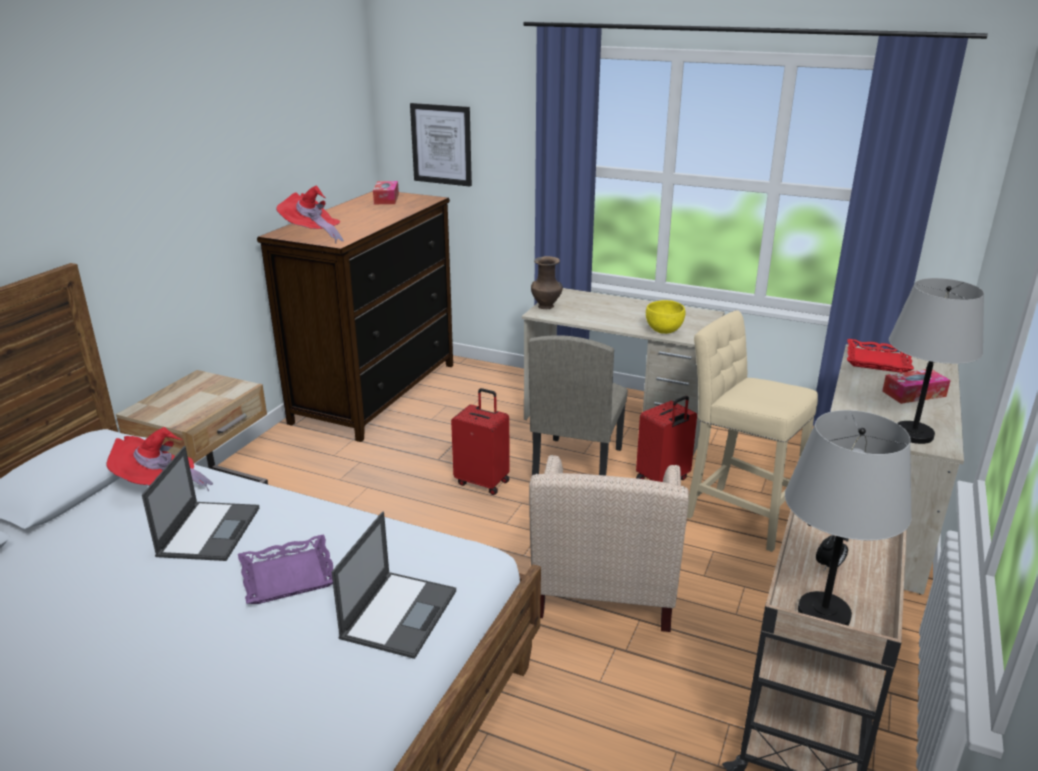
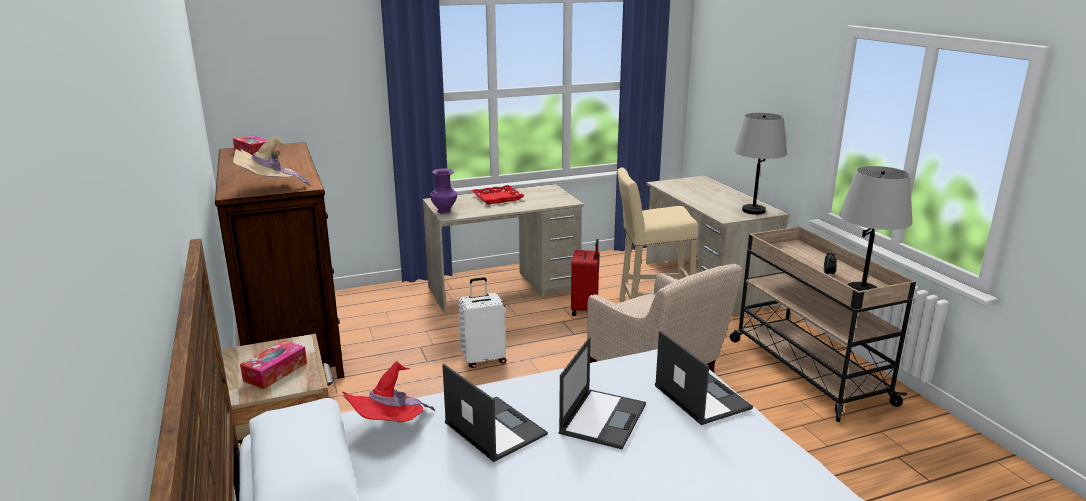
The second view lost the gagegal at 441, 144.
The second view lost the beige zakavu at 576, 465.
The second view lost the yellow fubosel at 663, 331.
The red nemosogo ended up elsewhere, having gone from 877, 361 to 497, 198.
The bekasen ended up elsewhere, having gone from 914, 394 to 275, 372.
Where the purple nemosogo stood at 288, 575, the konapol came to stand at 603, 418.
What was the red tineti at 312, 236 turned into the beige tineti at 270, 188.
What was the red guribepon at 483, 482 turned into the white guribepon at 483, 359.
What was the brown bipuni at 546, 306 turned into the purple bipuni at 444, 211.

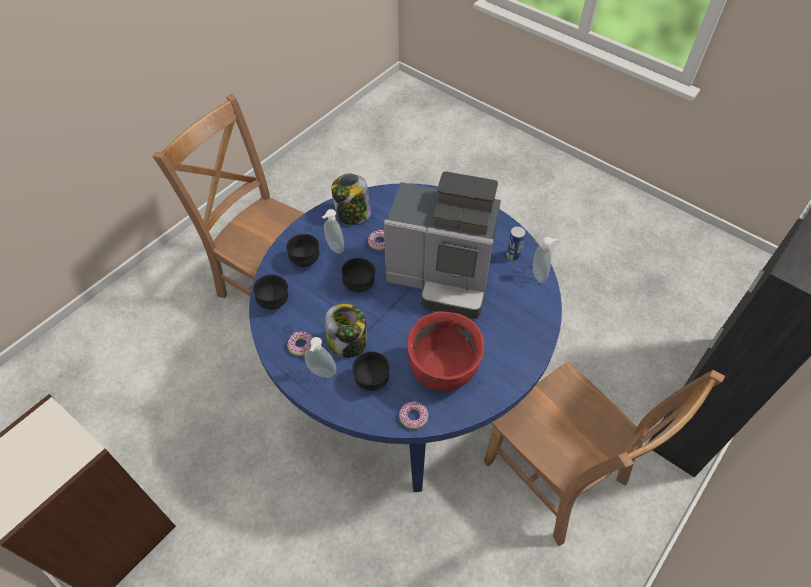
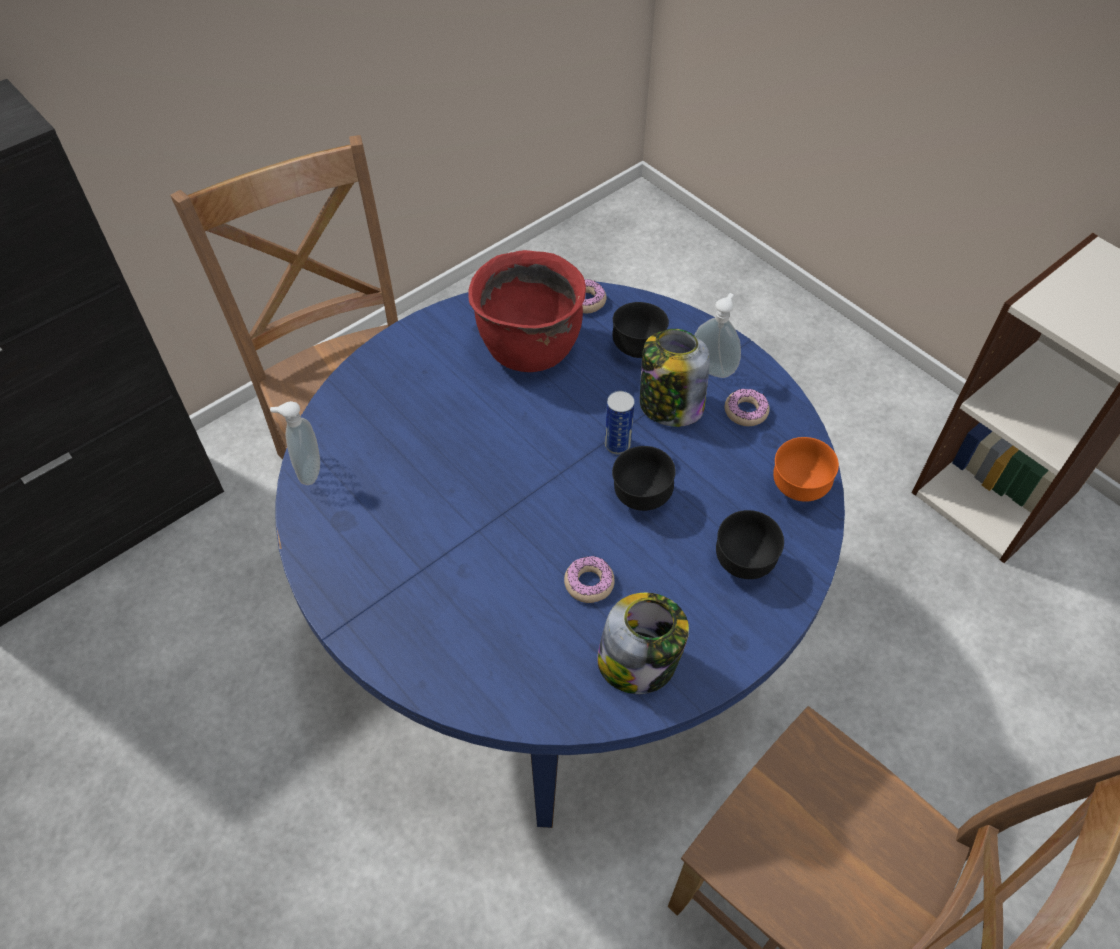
The second view lost the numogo at 334, 248.
The second view lost the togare at 442, 278.
The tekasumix ended up elsewhere, having gone from 513, 256 to 617, 445.
What was the black fubosel at 274, 302 turned into the orange fubosel at 797, 489.

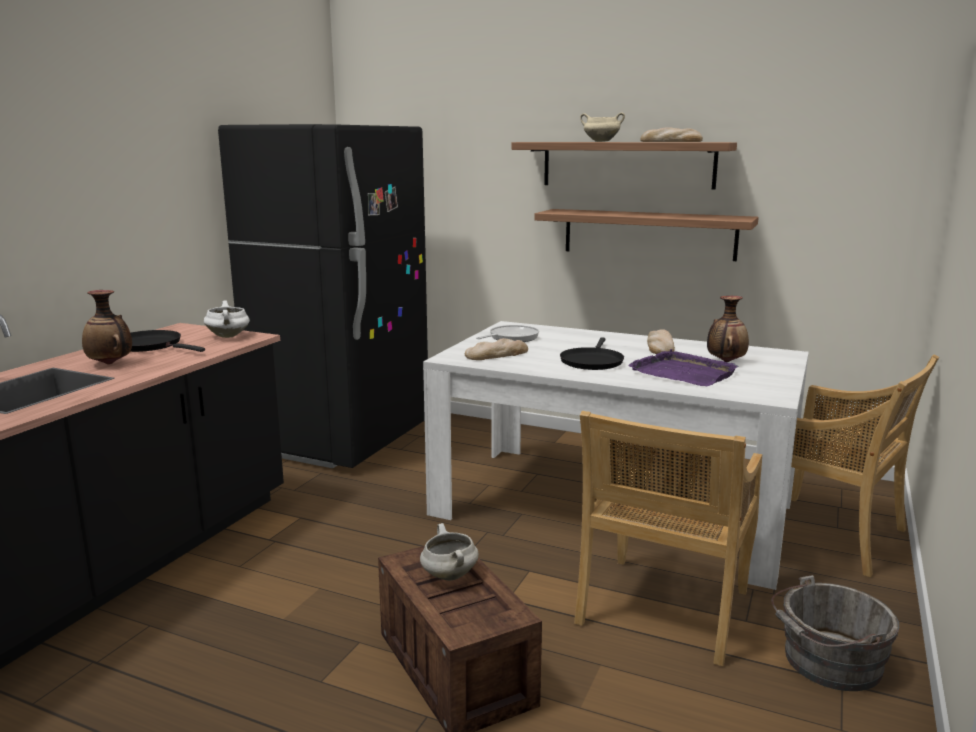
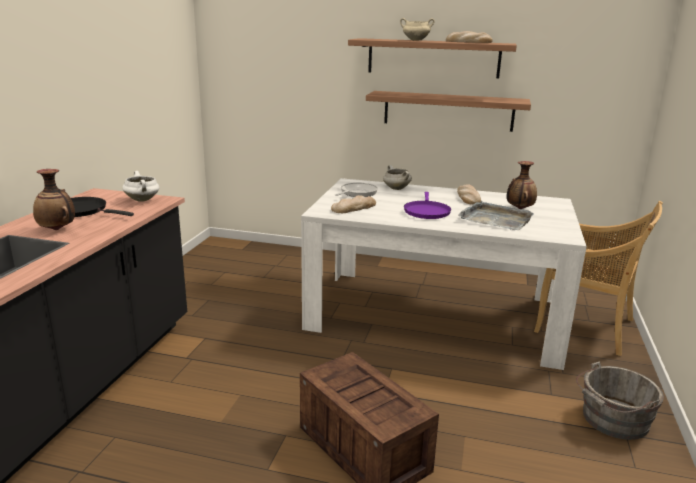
The second view lost the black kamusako at 343, 439.
The second view lost the beige zakavu at 663, 610.
The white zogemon ended up elsewhere, having gone from 448, 575 to 396, 188.
What was the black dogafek at 591, 361 turned into the purple dogafek at 426, 212.
What was the purple nemosogo at 683, 373 turned into the grey nemosogo at 495, 219.

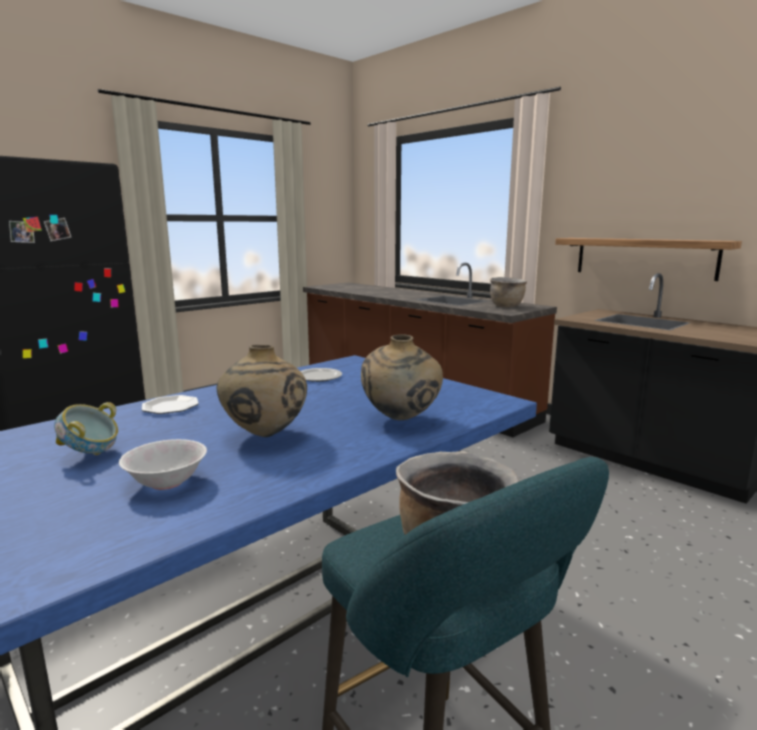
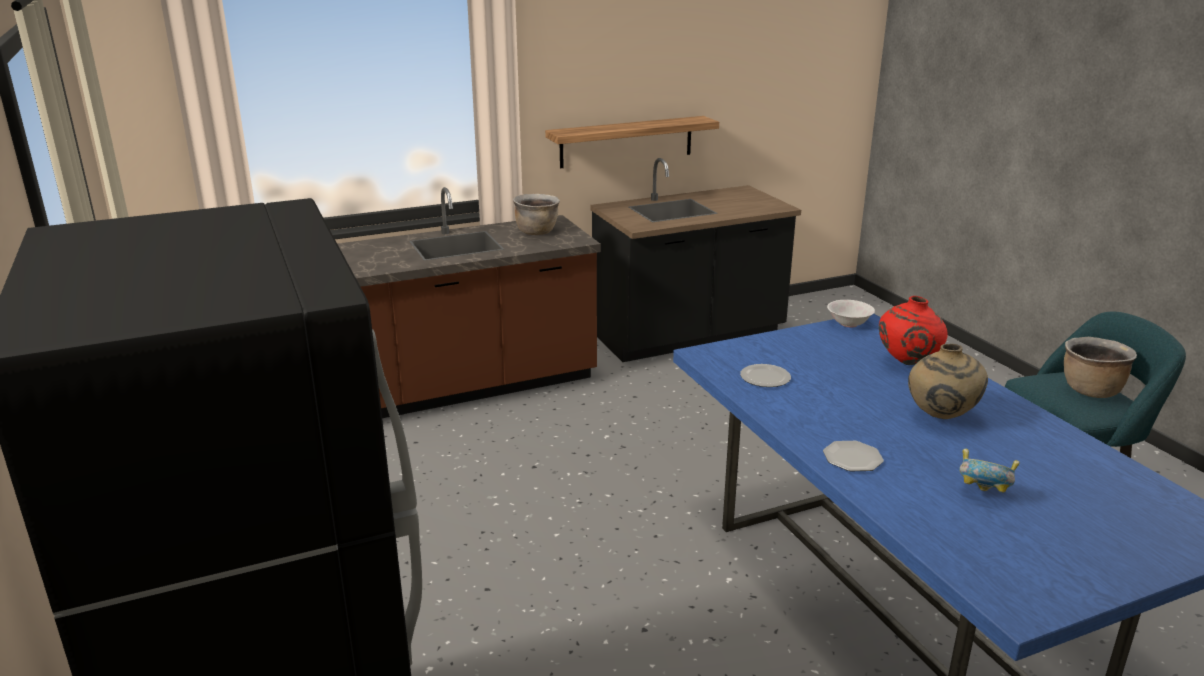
The white fubosel ended up elsewhere, having gone from 166, 483 to 849, 324.
What was the beige bipuni at 401, 419 turned into the red bipuni at 907, 363.

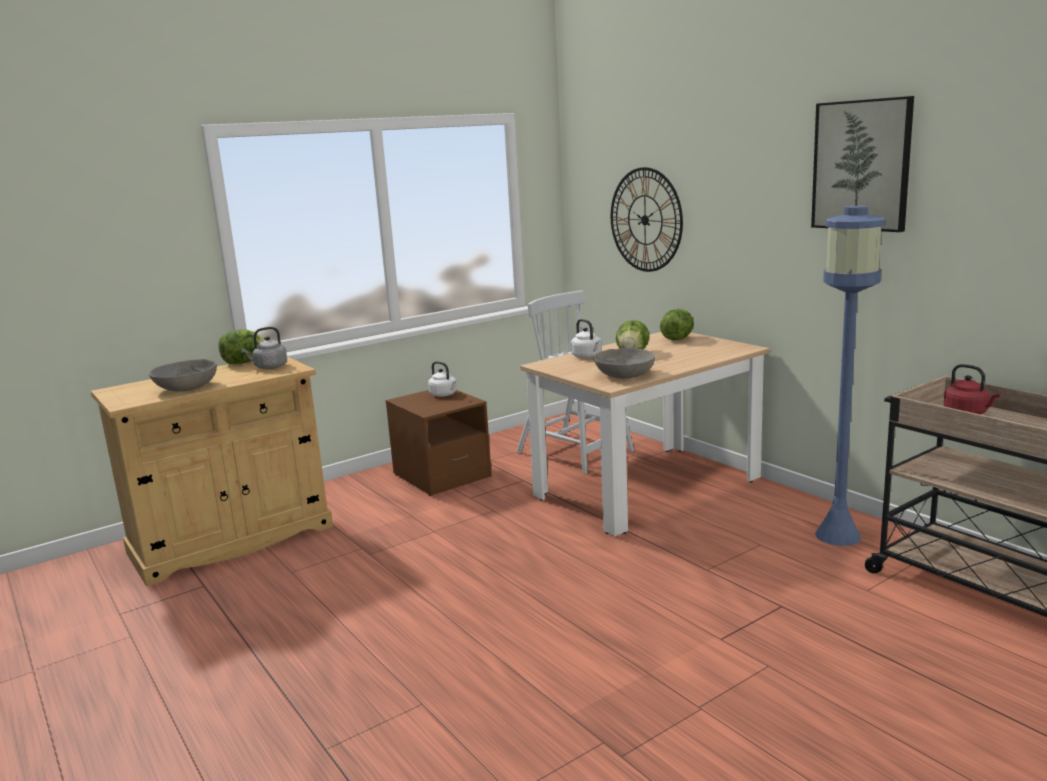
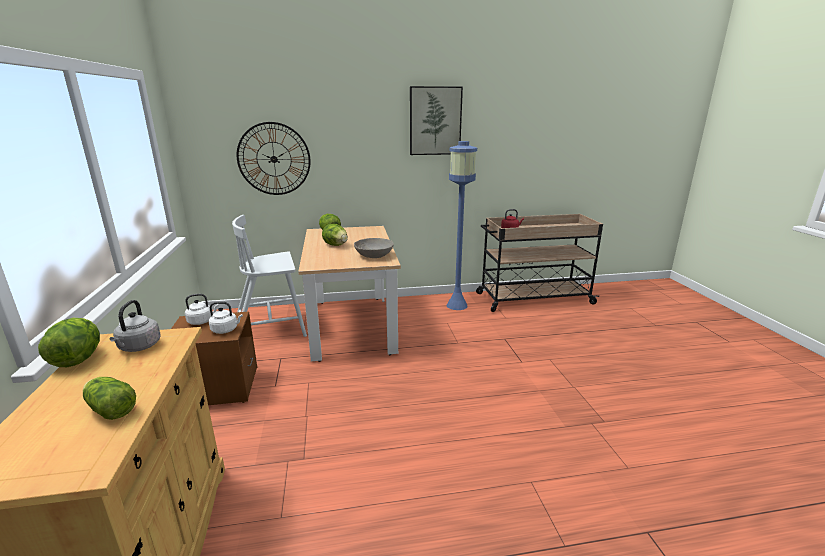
The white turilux ended up elsewhere, having gone from 587, 356 to 226, 330.
Where the grey fubosel stood at 186, 387, the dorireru came to stand at 110, 408.

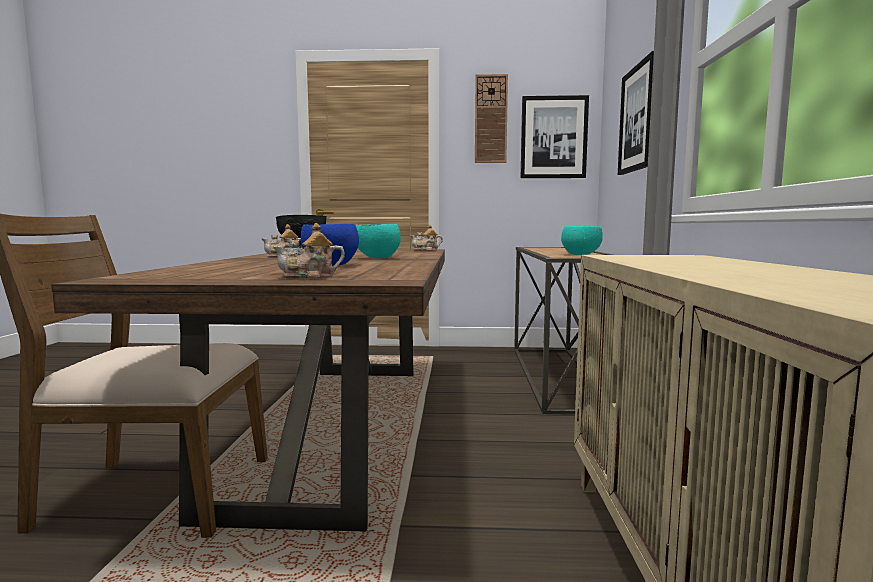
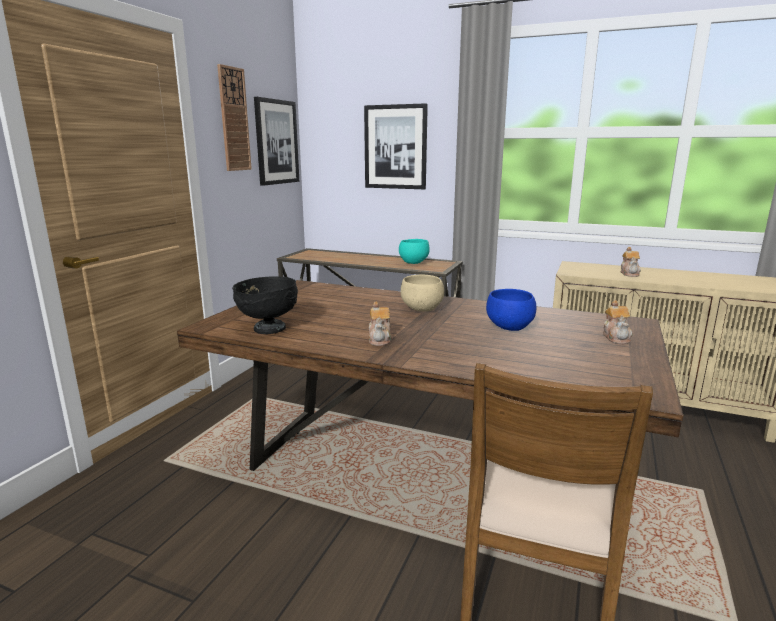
The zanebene ended up elsewhere, having gone from 426, 250 to 630, 273.
What was the turquoise fubosel at 378, 258 turned into the beige fubosel at 423, 309.

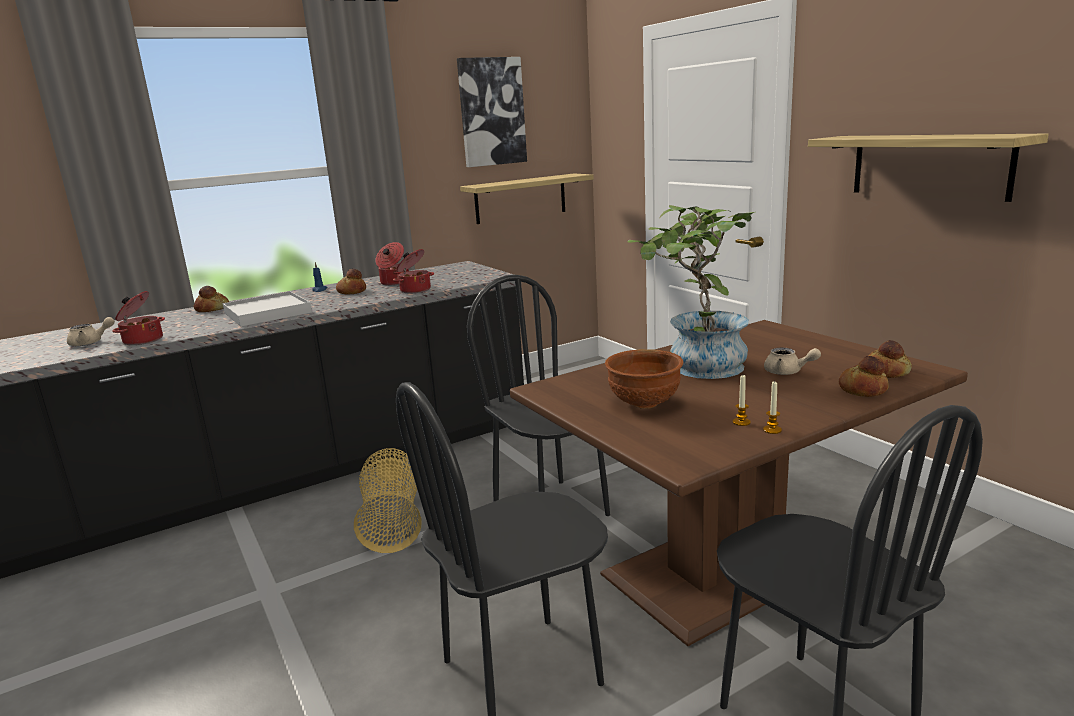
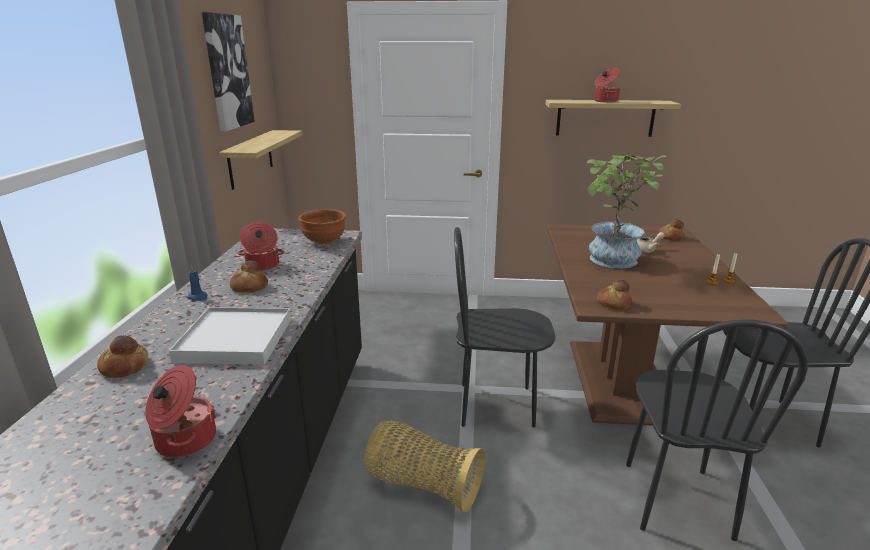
The second view lost the beige zanebene at 90, 343.
The zogemon ended up elsewhere, having gone from 415, 290 to 605, 101.
The brown fubosel ended up elsewhere, having gone from 643, 404 to 324, 242.
The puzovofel ended up elsewhere, having gone from 862, 389 to 613, 303.

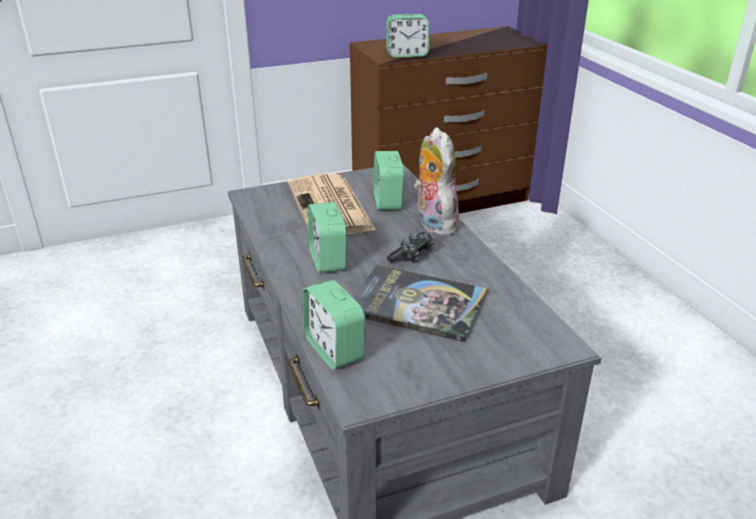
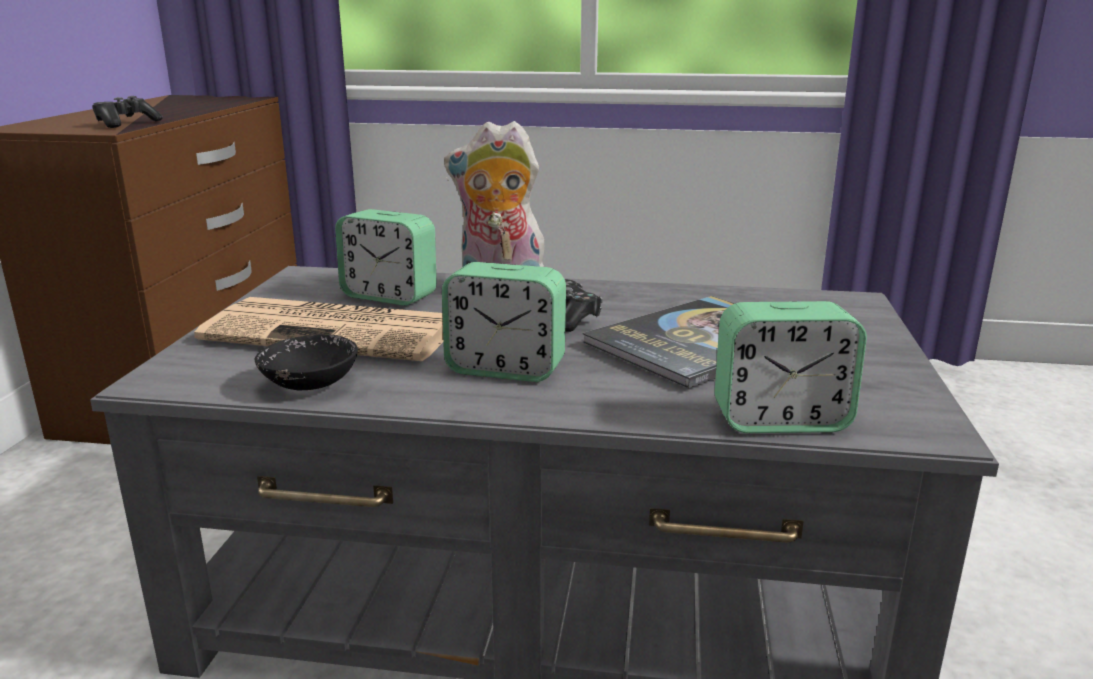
The second view gained the black fubosel at 310, 384.
Where the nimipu stood at 407, 54, the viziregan came to stand at 126, 123.

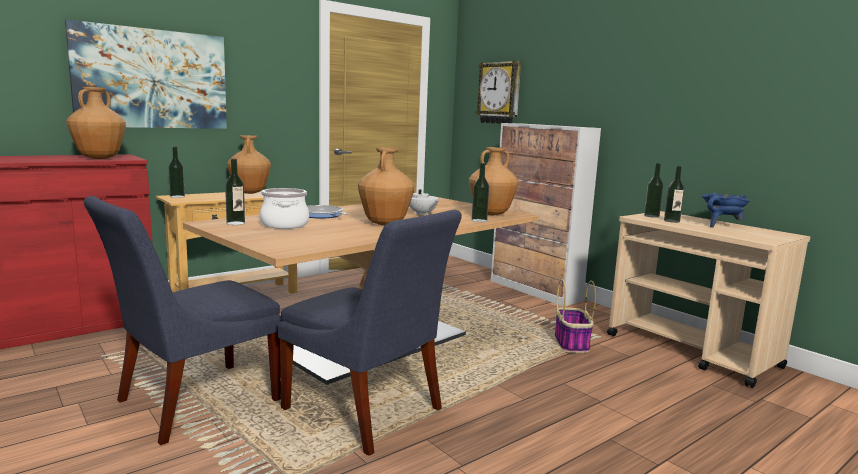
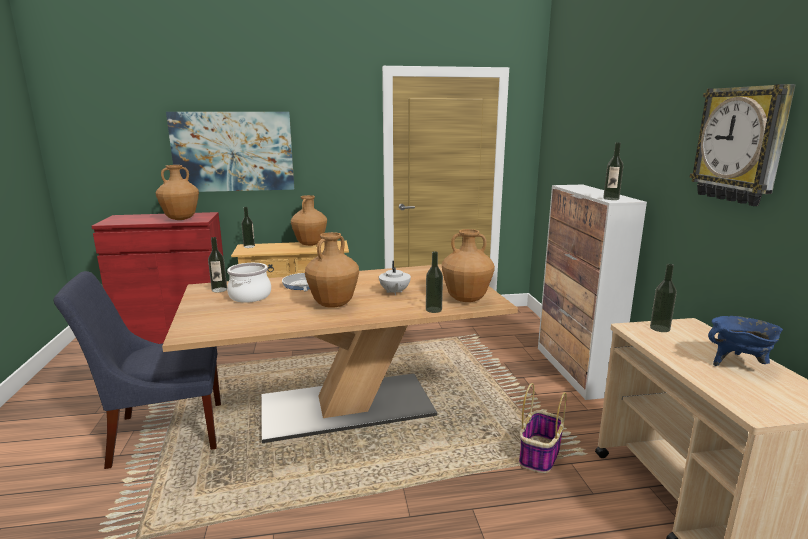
The second view lost the blue zakavu at 366, 412.
The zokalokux ended up elsewhere, having gone from 499, 93 to 740, 145.
The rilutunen ended up elsewhere, having gone from 671, 221 to 611, 199.

